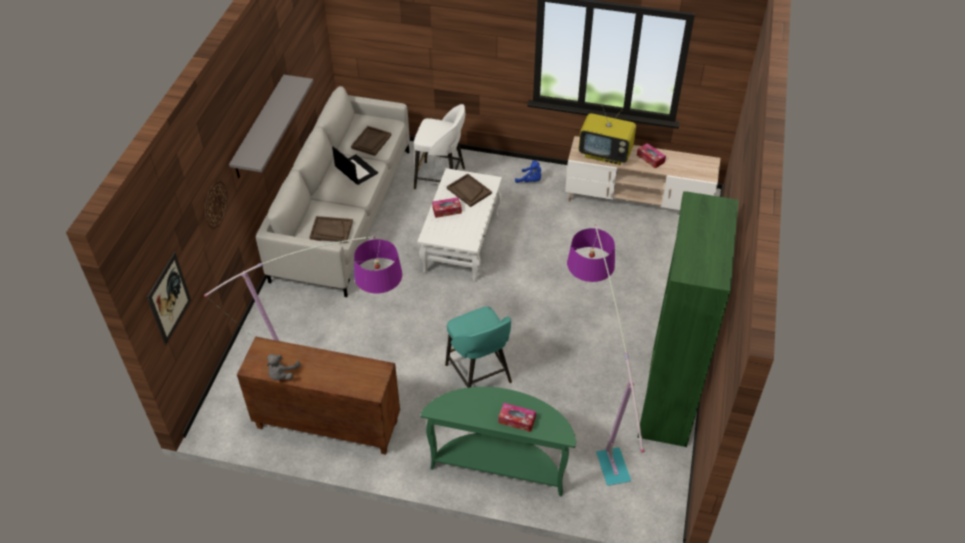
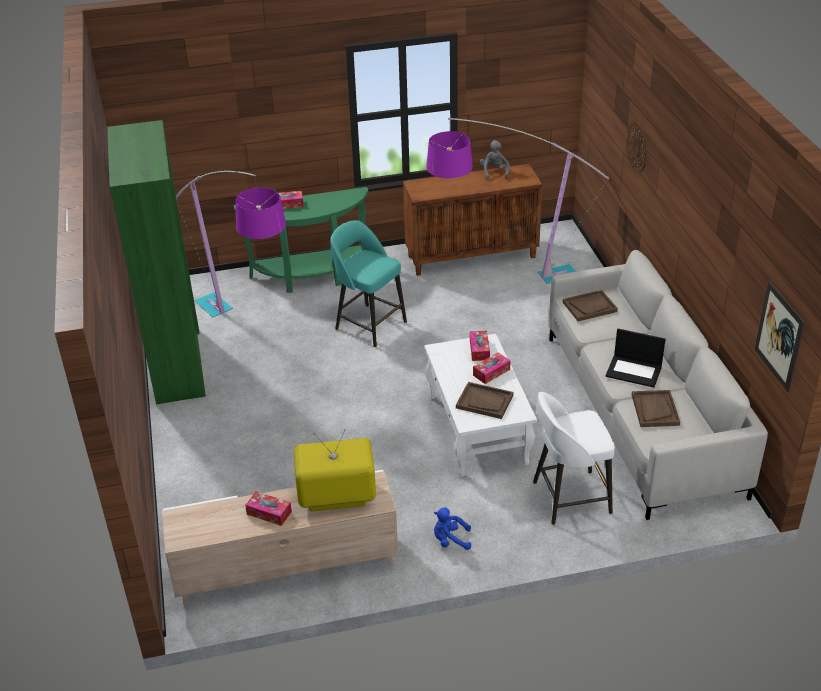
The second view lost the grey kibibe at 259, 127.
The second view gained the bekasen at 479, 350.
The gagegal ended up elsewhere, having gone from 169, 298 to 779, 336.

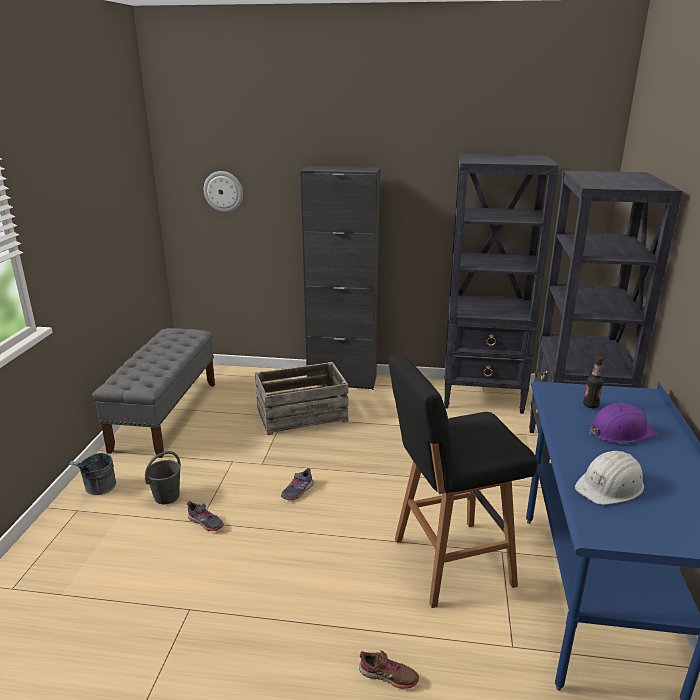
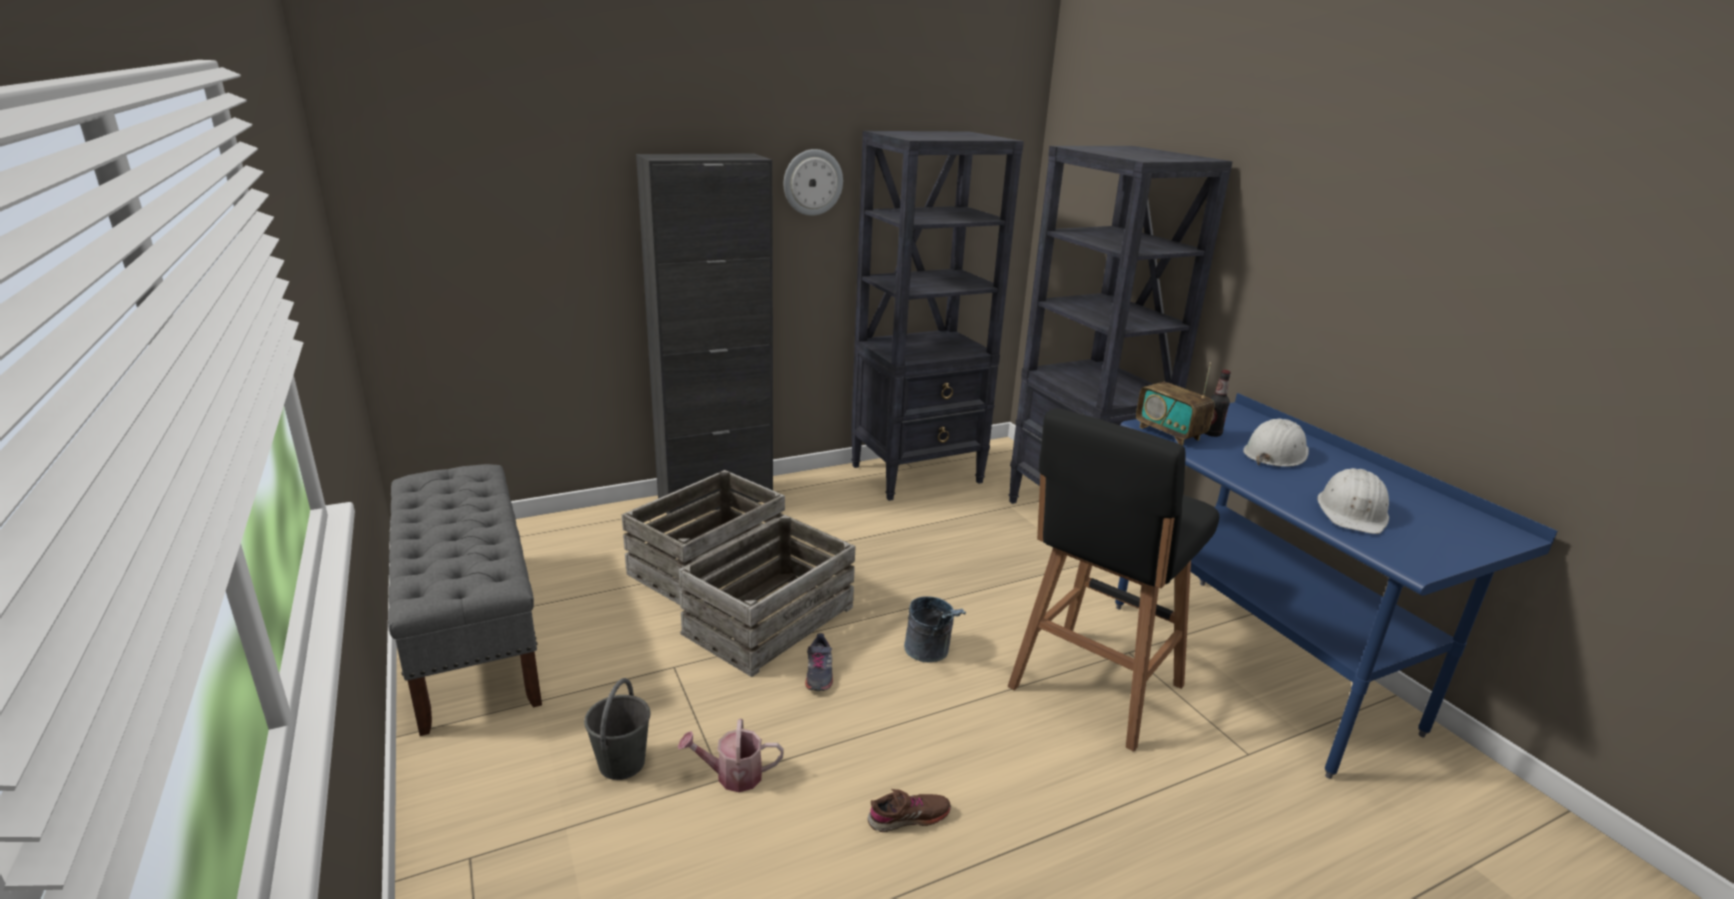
The second view gained the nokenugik at 770, 621.
The second view gained the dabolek at 1169, 433.
The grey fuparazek ended up elsewhere, having gone from 98, 490 to 931, 653.
The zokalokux ended up elsewhere, having gone from 223, 191 to 812, 182.
The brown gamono ended up elsewhere, having gone from 388, 675 to 908, 817.
Where the grey gamono stood at 205, 522, the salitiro came to stand at 732, 775.
What was the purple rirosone at 620, 431 turned into the white rirosone at 1275, 454.

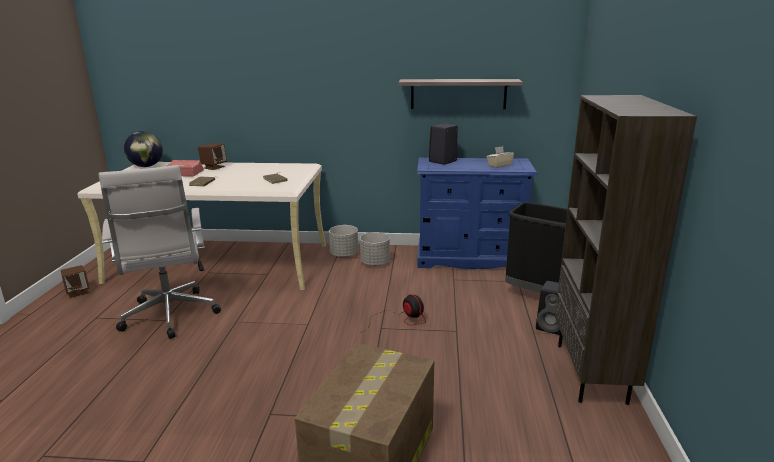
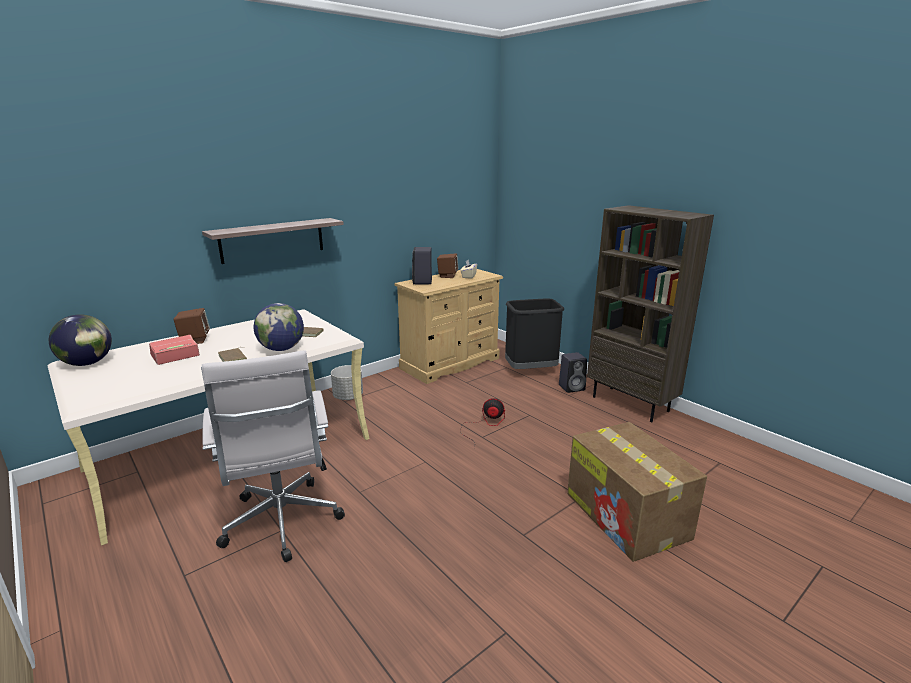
The second view lost the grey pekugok at 375, 263.
The second view gained the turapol at 282, 349.
The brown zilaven ended up elsewhere, having gone from 78, 292 to 447, 276.
The kibibe ended up elsewhere, having gone from 458, 94 to 272, 240.
What was the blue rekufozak at 470, 258 turned into the beige rekufozak at 450, 363.
The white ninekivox at 170, 317 ended up facing another way, 45 degrees clockwise from before.

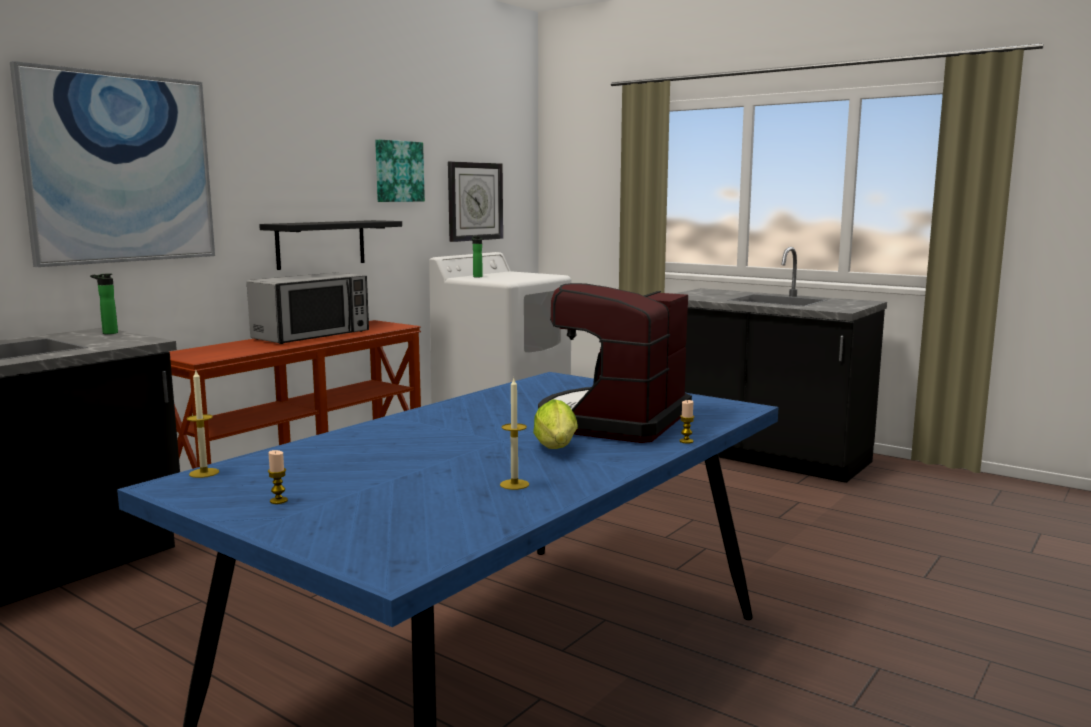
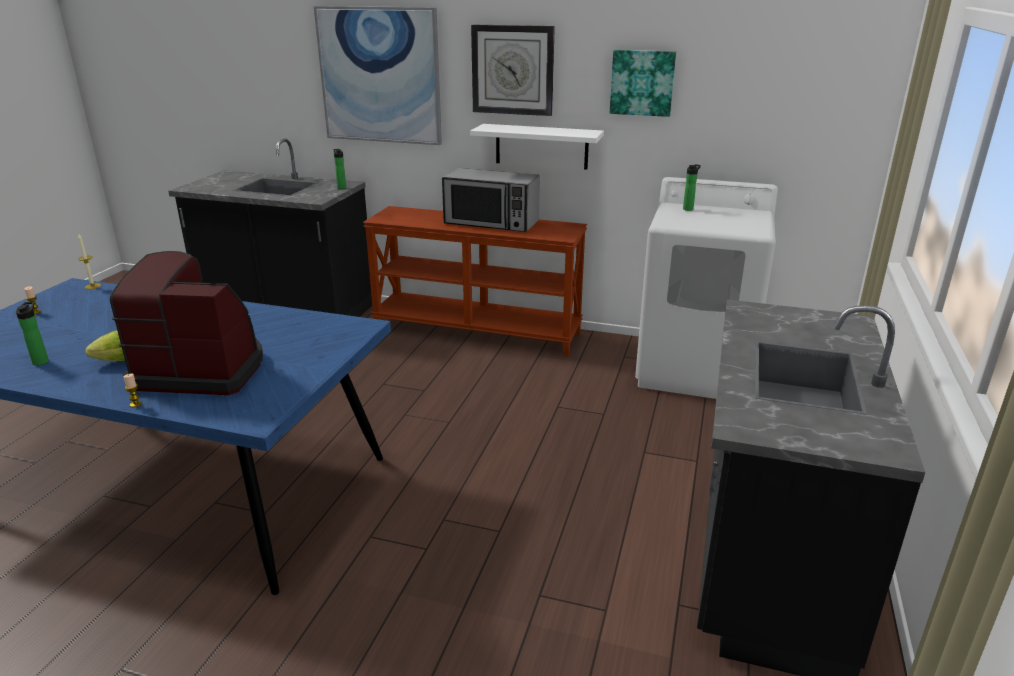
The zokalokux ended up elsewhere, having gone from 474, 201 to 512, 70.
Where the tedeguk stood at 514, 484, the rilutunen came to stand at 41, 361.
What was the black kibibe at 321, 244 turned into the white kibibe at 541, 146.

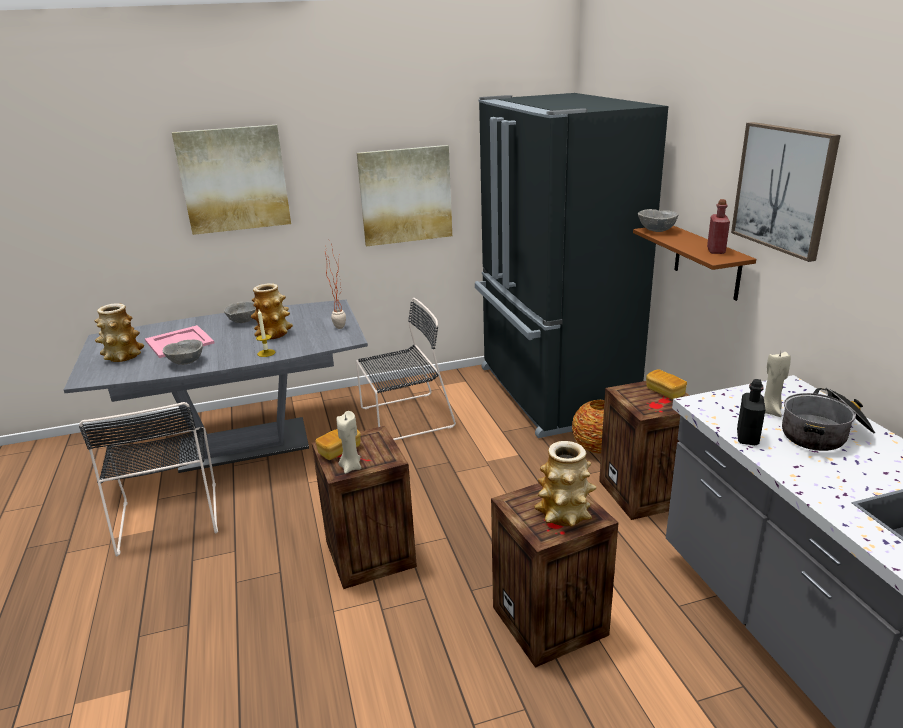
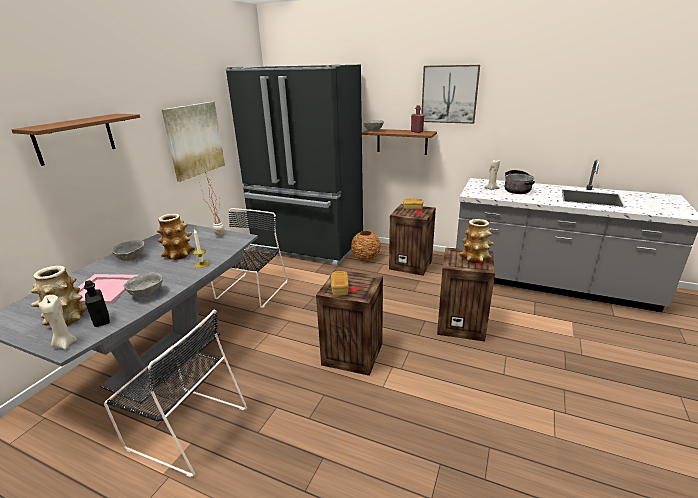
The beige tedeguk ended up elsewhere, having gone from 351, 467 to 65, 344.
The black rilutunen ended up elsewhere, having gone from 747, 438 to 102, 321.
Where the gagegal hung at 234, 179, the brown kibibe came to hang at 75, 138.

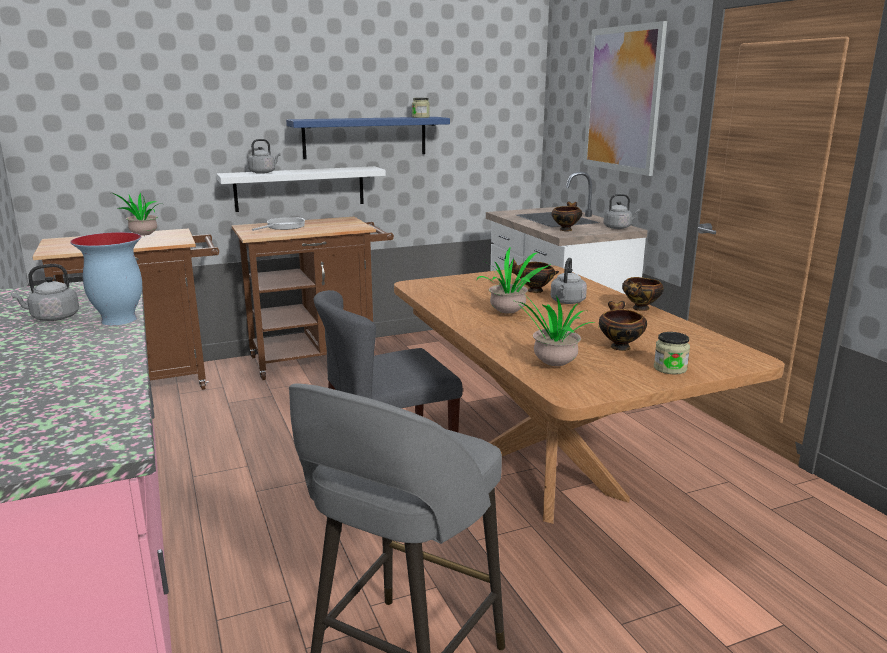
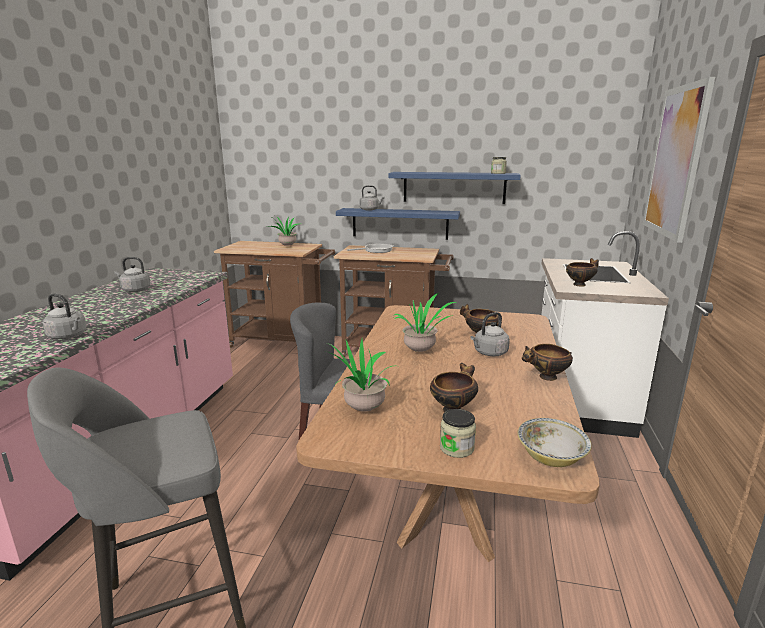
The second view lost the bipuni at 118, 320.
The second view gained the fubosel at 551, 457.
The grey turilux ended up elsewhere, having gone from 618, 227 to 69, 336.
What was the white kibibe at 300, 188 turned into the blue kibibe at 400, 223.

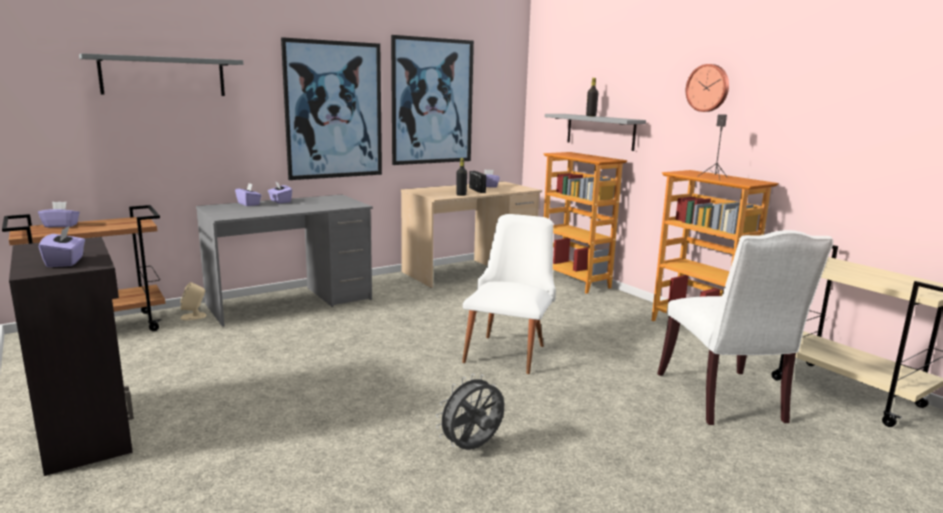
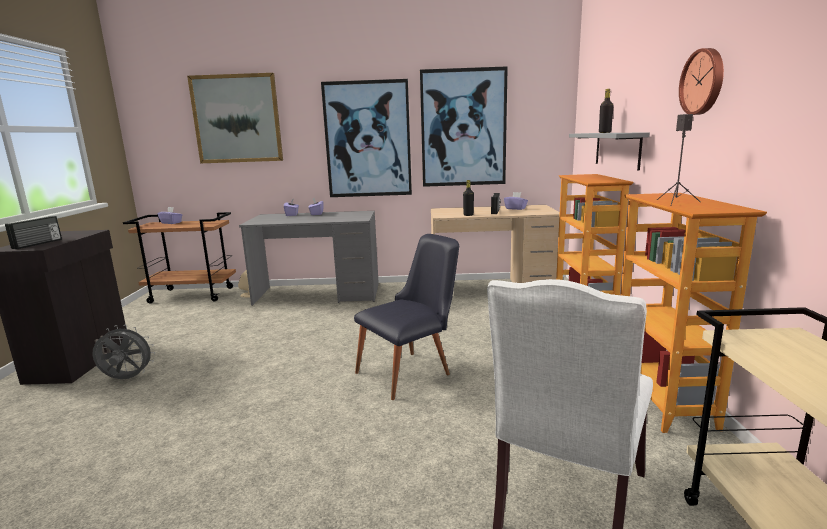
The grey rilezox ended up elsewhere, having gone from 472, 448 to 127, 379.
Where the purple bekasen stood at 66, 262, the dabolek came to stand at 38, 244.
Where the grey kibibe hung at 163, 76, the gagegal came to hang at 237, 119.
What was the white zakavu at 509, 350 turned into the black zakavu at 411, 371.

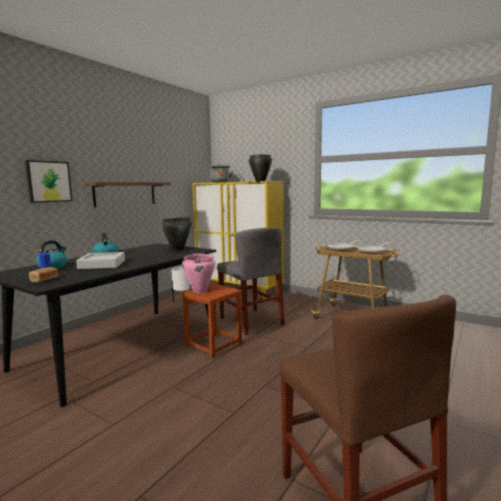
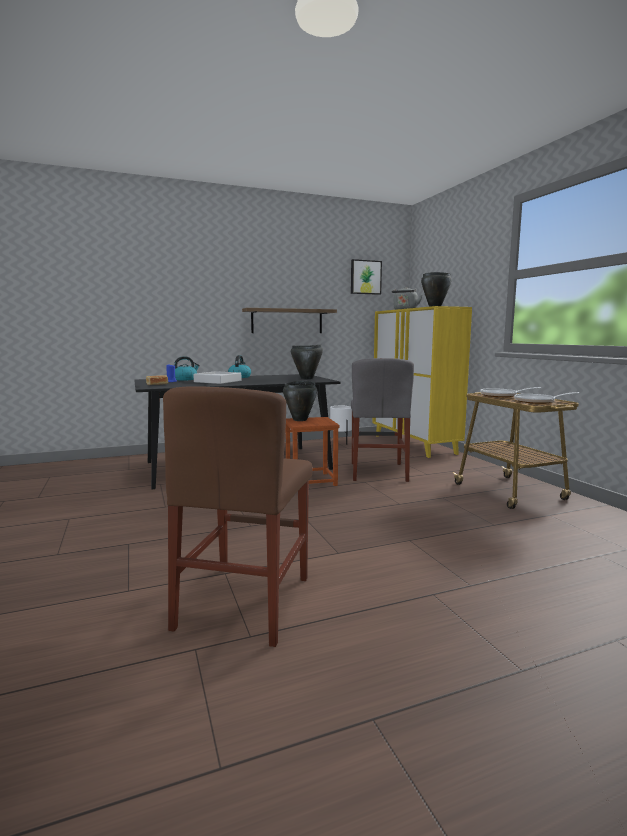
The gagegal ended up elsewhere, having gone from 48, 181 to 365, 277.
What was the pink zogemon at 200, 291 turned into the black zogemon at 300, 420.

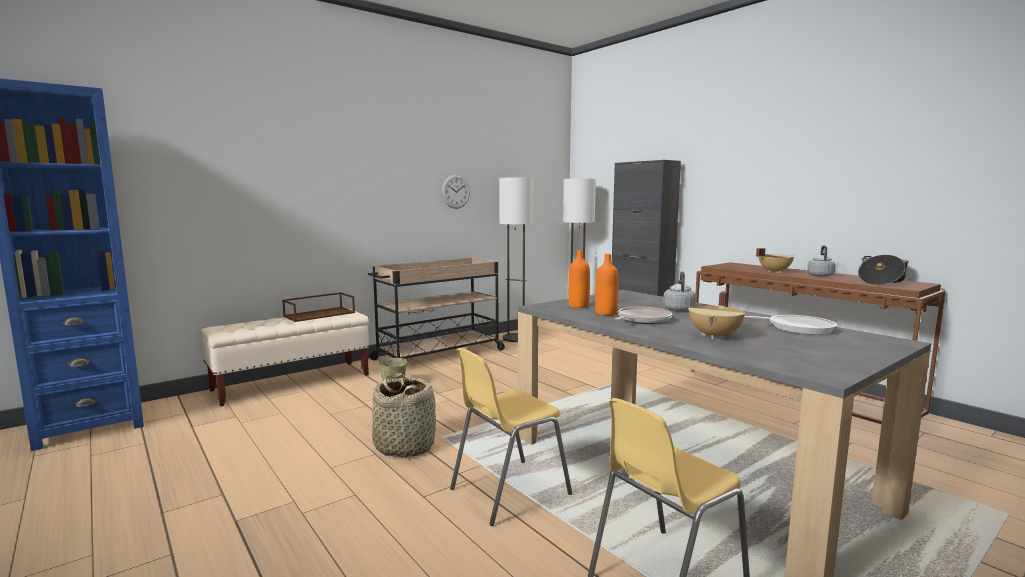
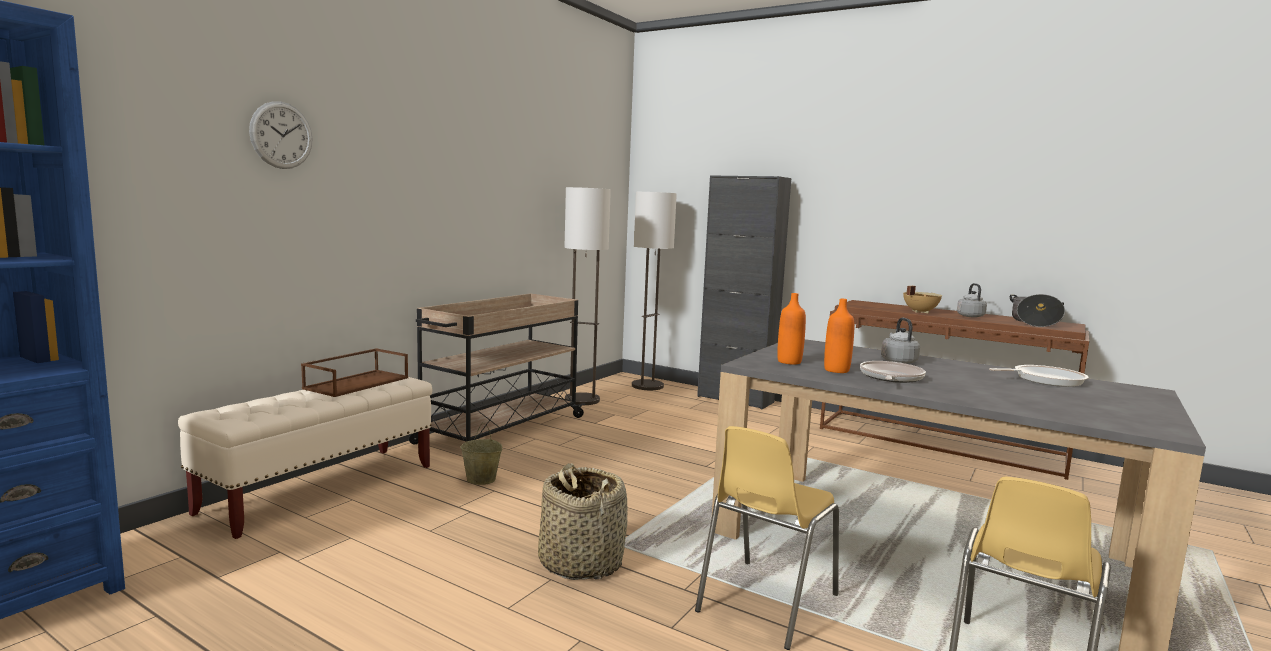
The second view lost the beige zogemon at 715, 336.
The zokalokux ended up elsewhere, having gone from 456, 191 to 281, 135.

